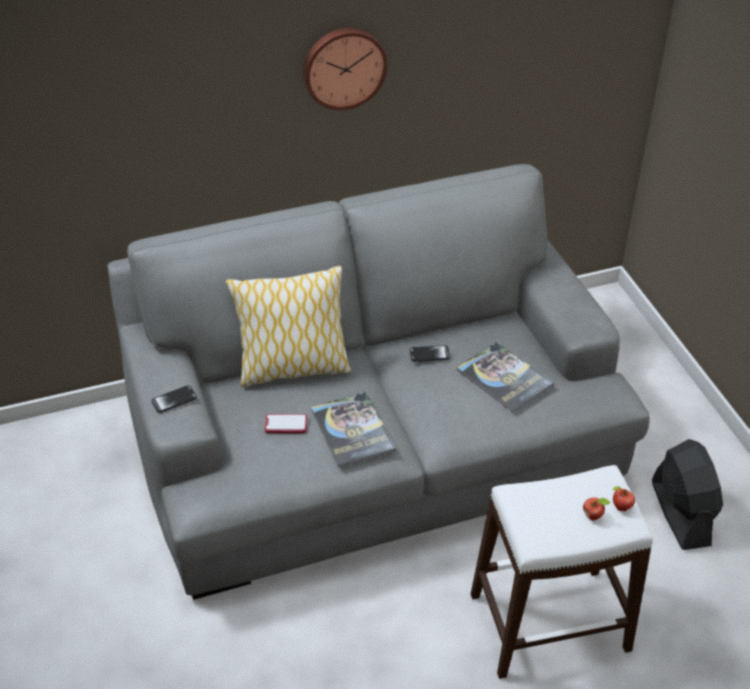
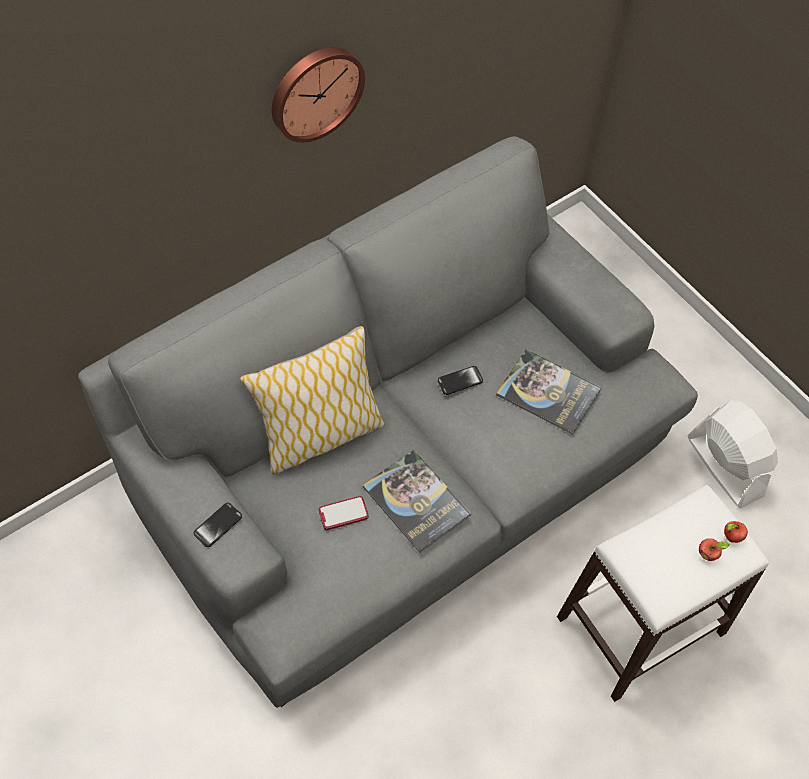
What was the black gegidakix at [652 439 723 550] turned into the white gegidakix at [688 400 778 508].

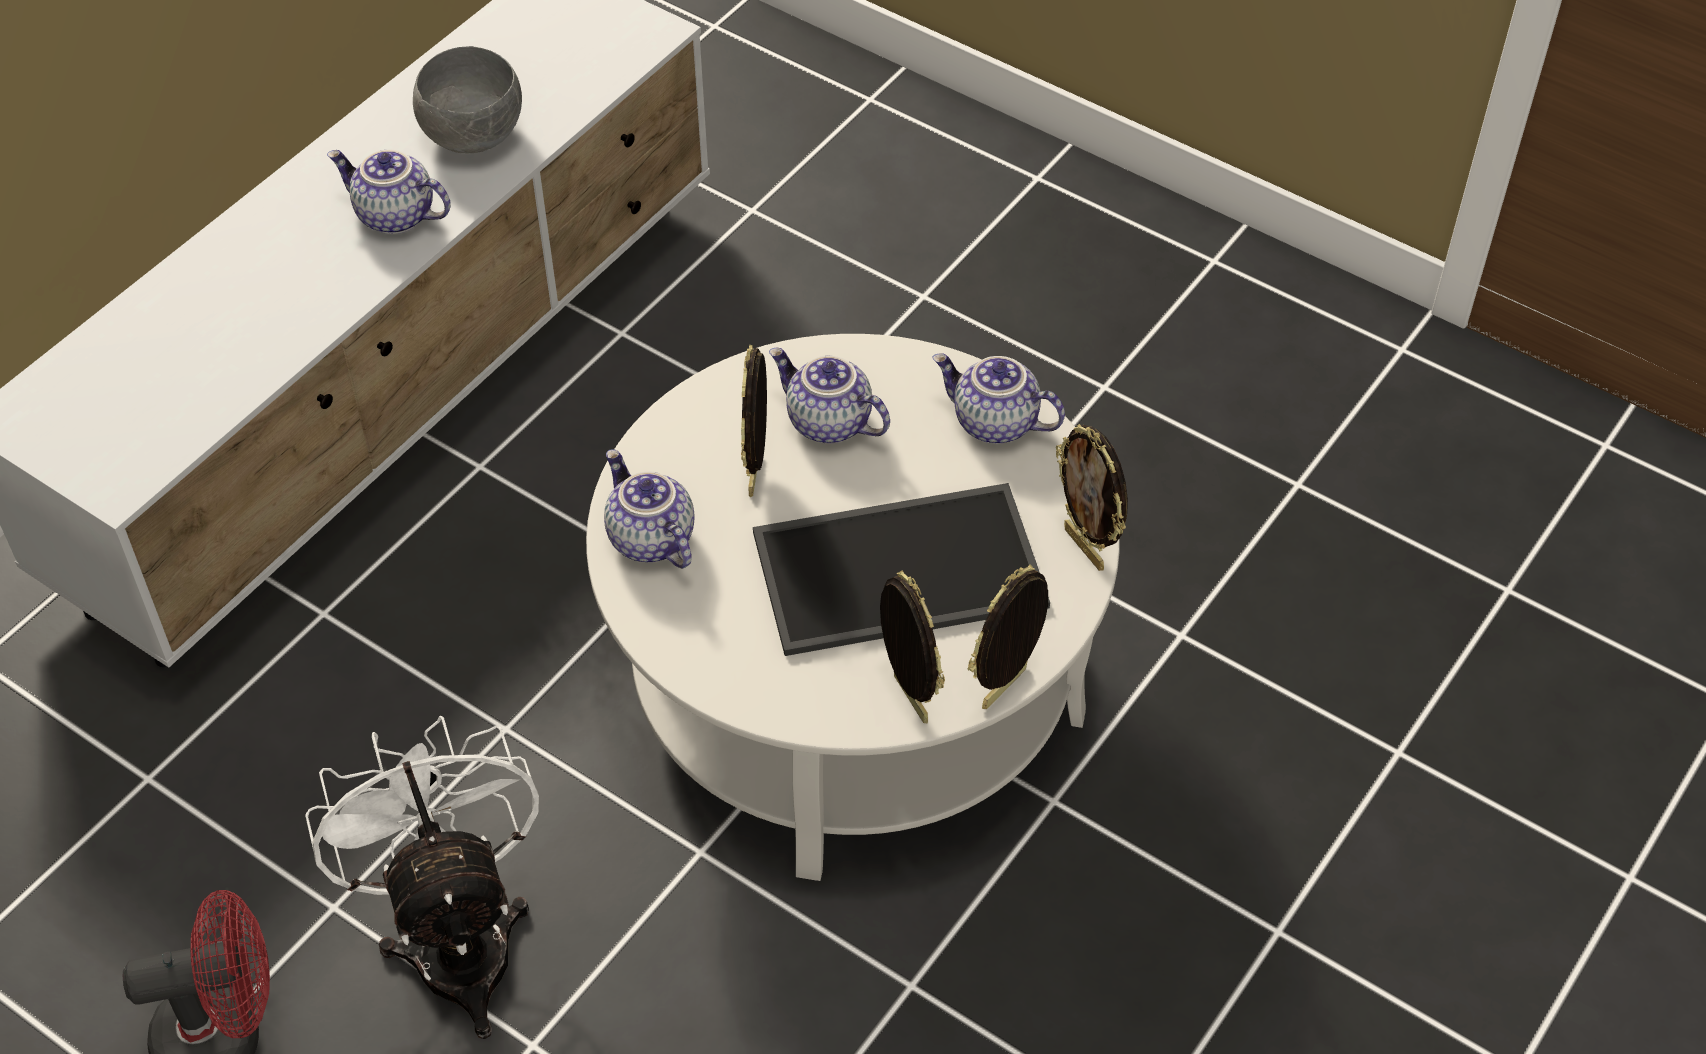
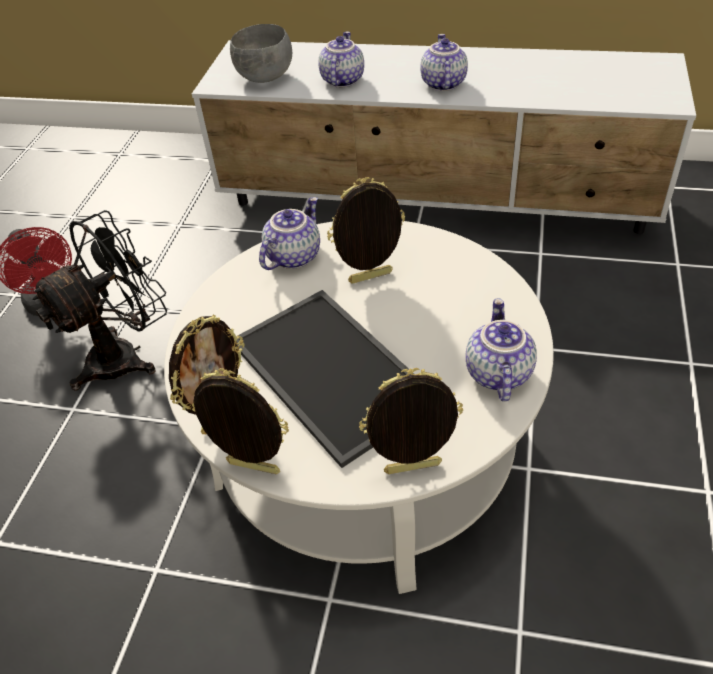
What was the white gegidakix at [305 716 539 1039] turned into the black gegidakix at [32 210 167 391].
The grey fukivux ended up elsewhere, having gone from [413 46 522 154] to [230 24 292 83].
The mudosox ended up elsewhere, having gone from [769 347 890 444] to [318 32 364 87].
The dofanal at [1056 424 1128 571] ended up facing another way, 45 degrees clockwise from before.

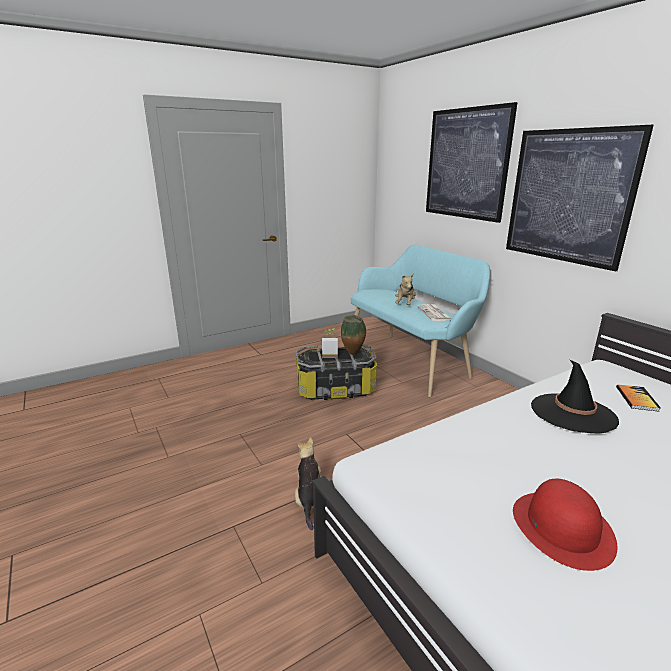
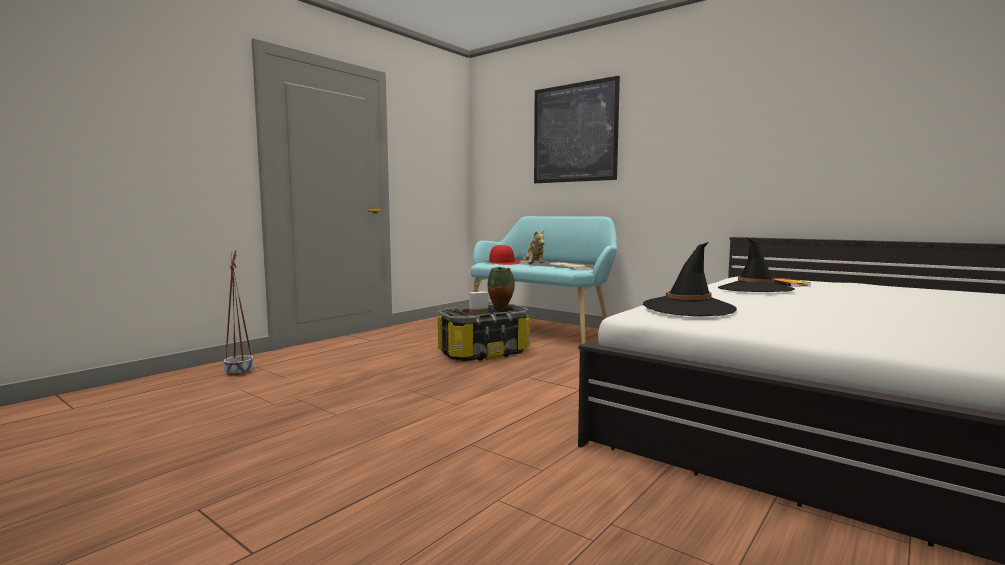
The second view lost the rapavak at [295 437 322 530].
The second view lost the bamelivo at [506 125 654 272].
The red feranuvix ended up elsewhere, having gone from [513 479 617 571] to [484 245 520 265].
The second view gained the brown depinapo at [224 250 254 376].
The second view gained the black feranuvix at [643 242 737 316].

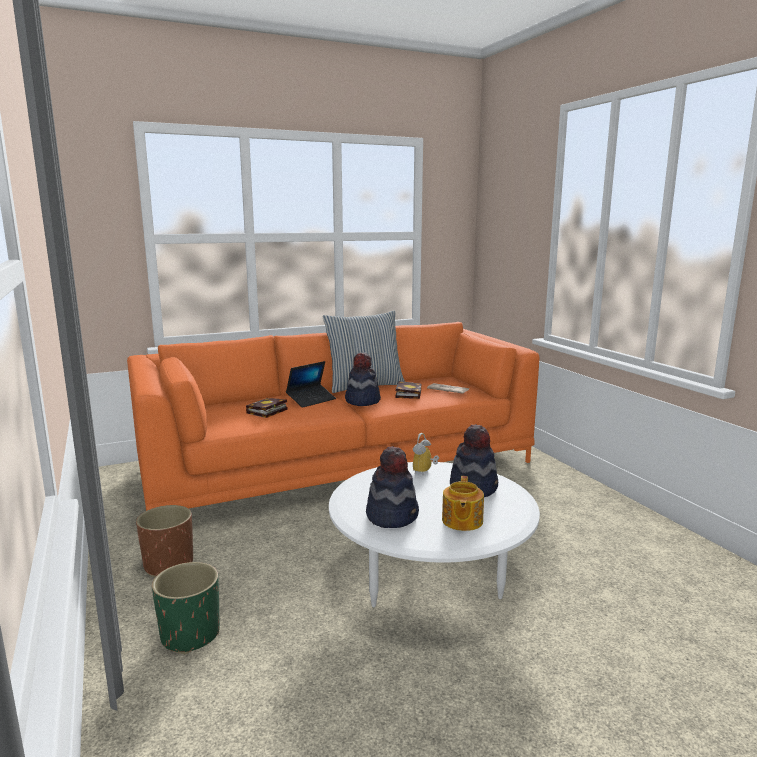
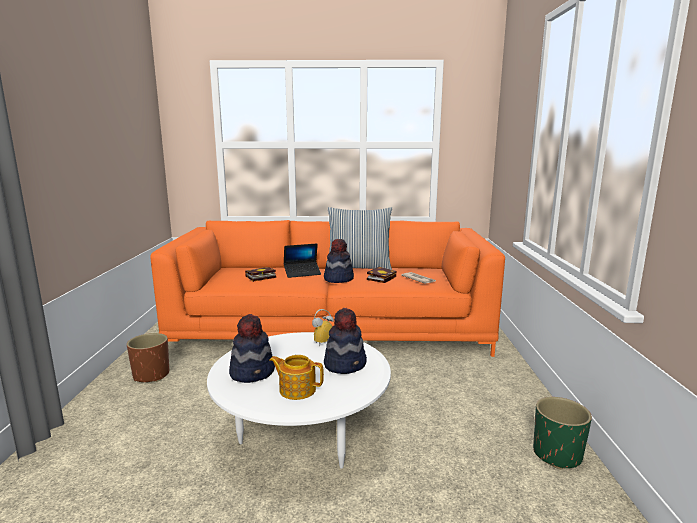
The green depinapo ended up elsewhere, having gone from [152 562 220 654] to [533 397 592 470].
The mudosox at [442 476 484 531] ended up facing another way, 75 degrees clockwise from before.

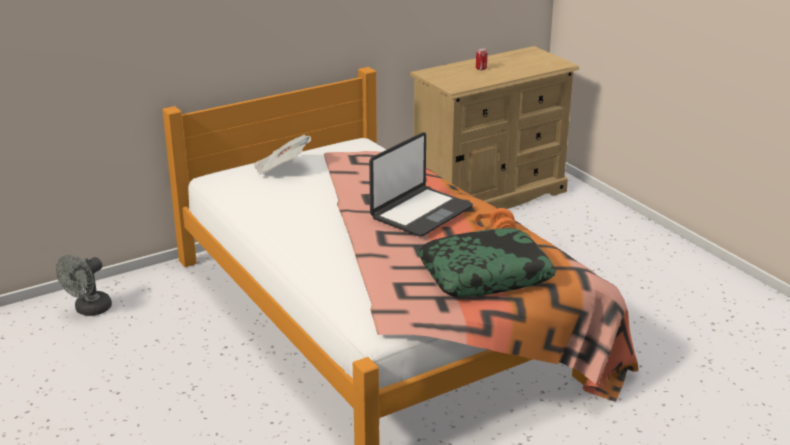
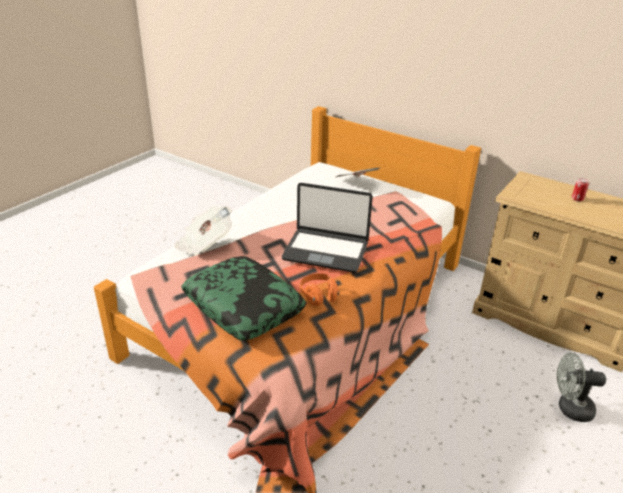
The grey gegidakix ended up elsewhere, having gone from [56 254 112 316] to [557 353 606 422].
The second view gained the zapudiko at [175 206 232 256].

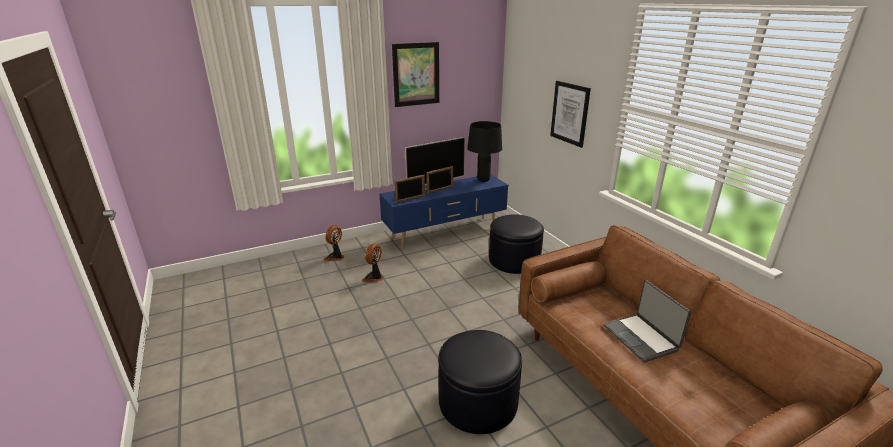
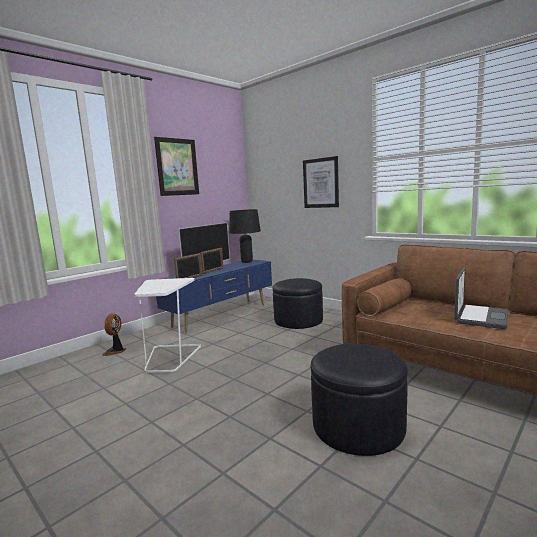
Where the gegidakix stood at [362 243 384 282], the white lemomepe came to stand at [135 278 201 373].
The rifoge at [604 280 691 362] ended up facing another way, 105 degrees counterclockwise from before.

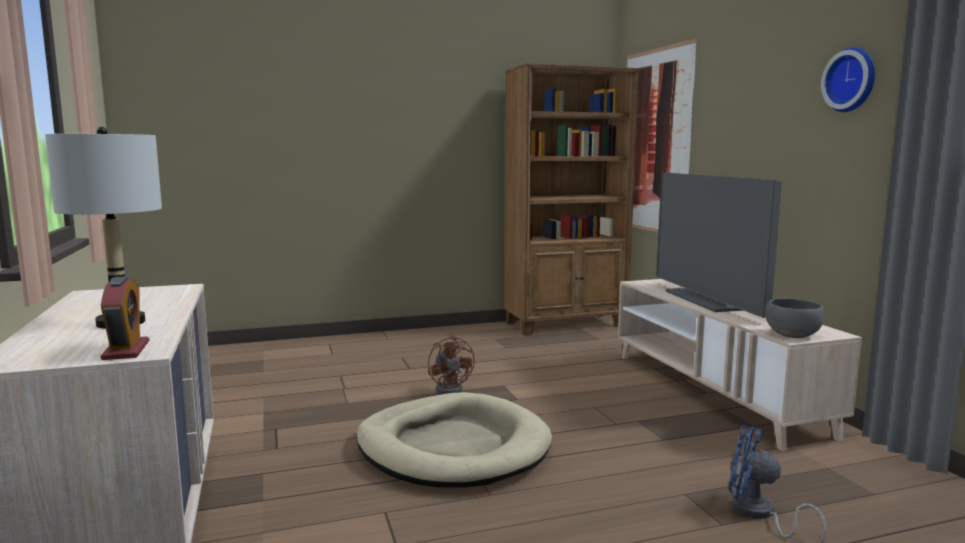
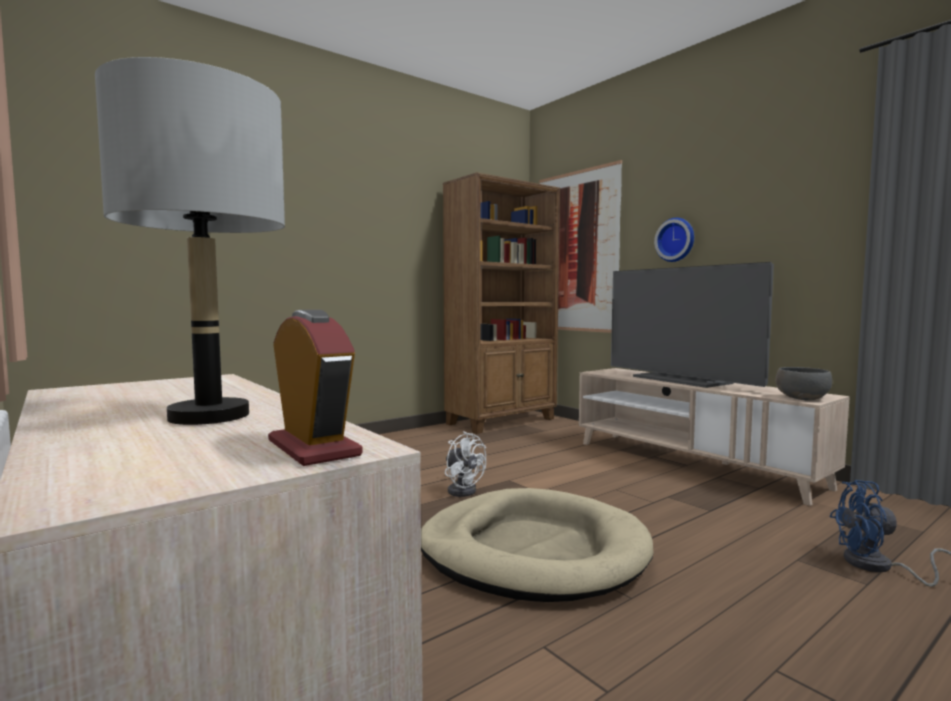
What was the brown gegidakix at [428 335 475 394] turned into the white gegidakix at [445 431 486 497].
The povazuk ended up elsewhere, having gone from [821 47 875 112] to [654 218 694 262].

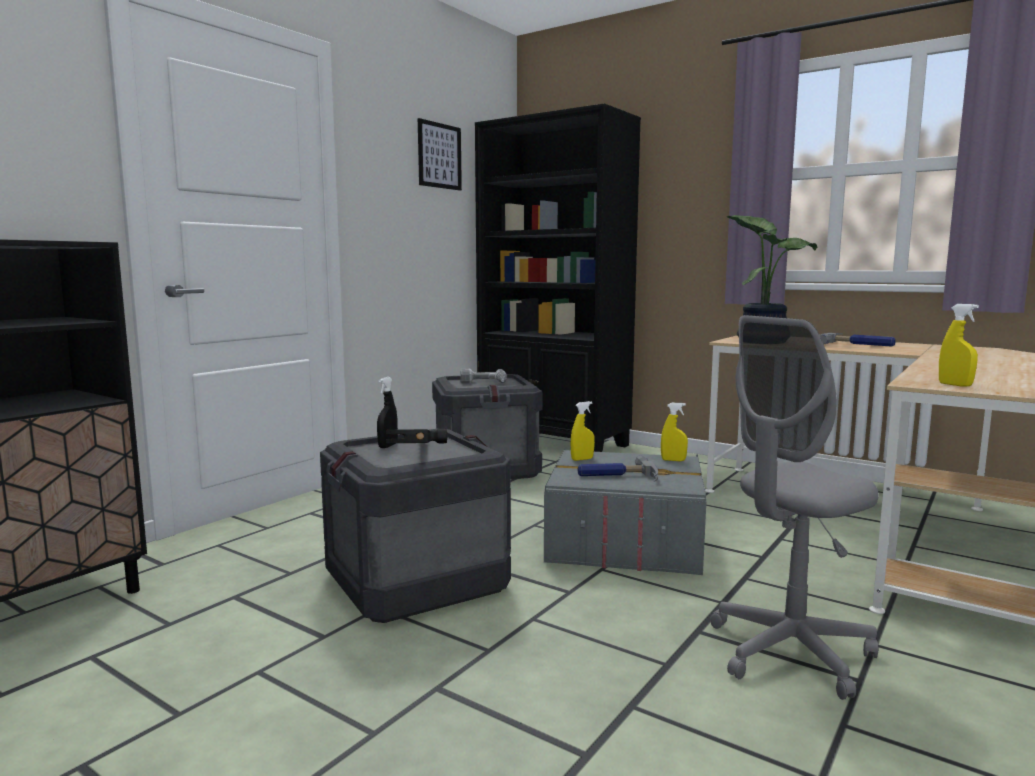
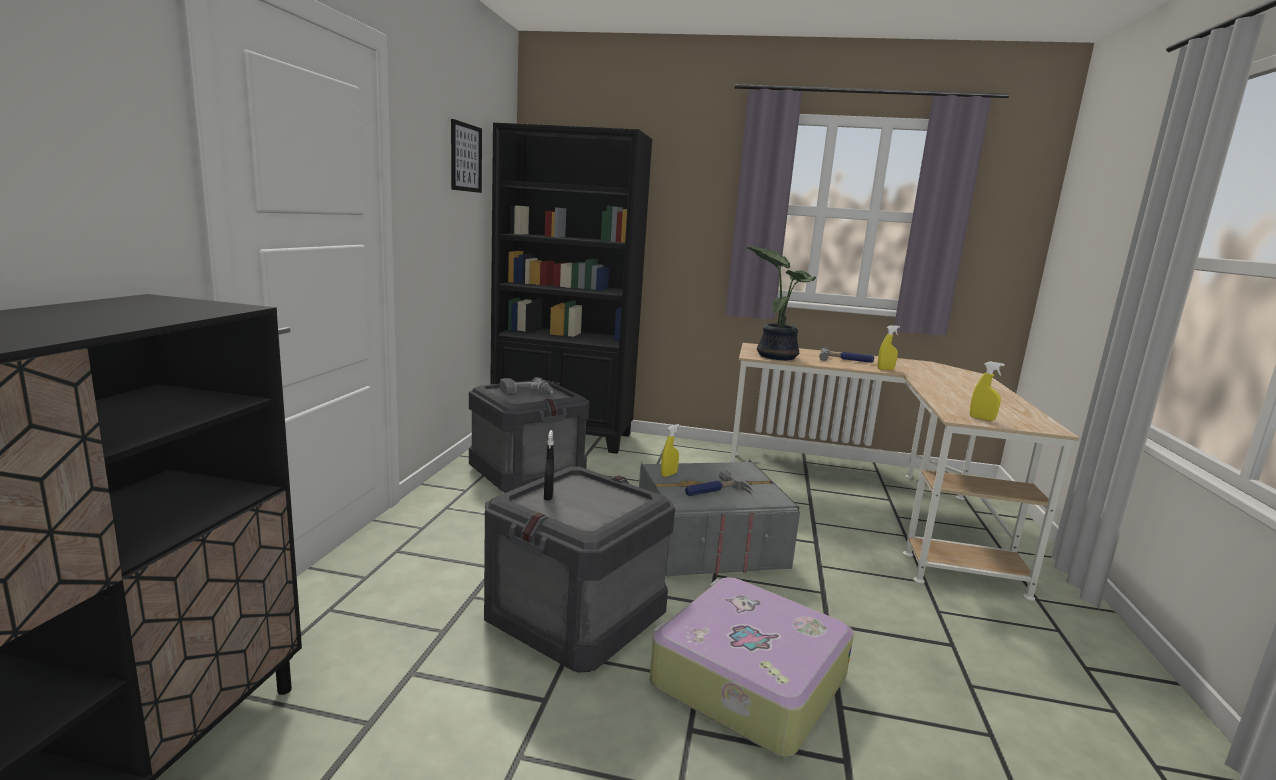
The second view lost the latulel at [386 429 447 443].
The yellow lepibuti ended up elsewhere, having gone from [661 403 688 461] to [877 325 900 370].
The second view lost the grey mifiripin at [710 315 879 700].
The second view gained the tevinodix at [650 577 854 757].

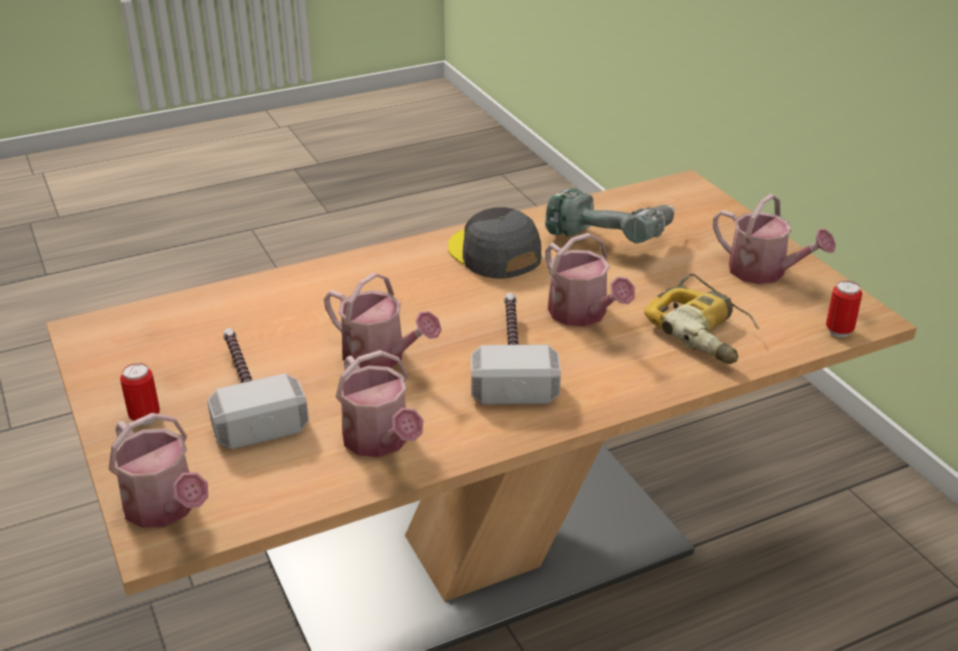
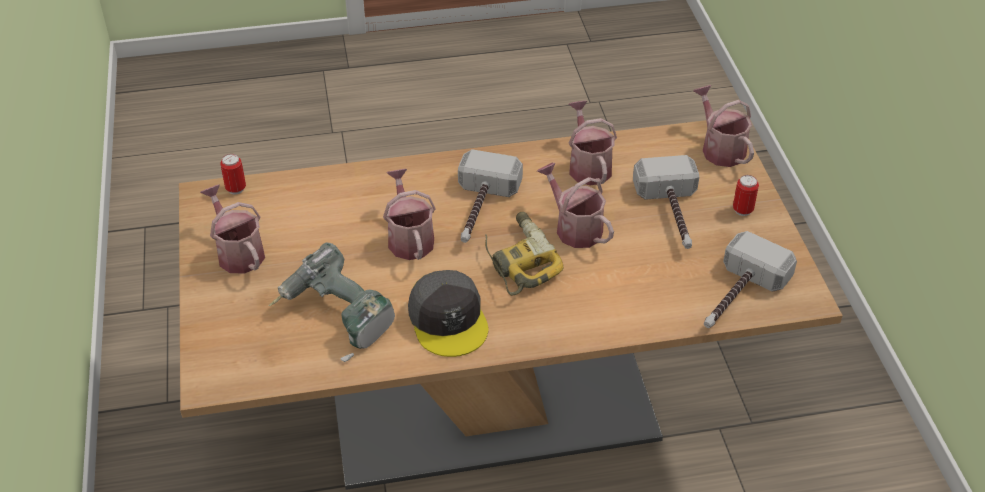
The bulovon ended up elsewhere, having gone from [644 274 759 364] to [485 212 564 296].
The second view gained the latulel at [704 231 797 328].

